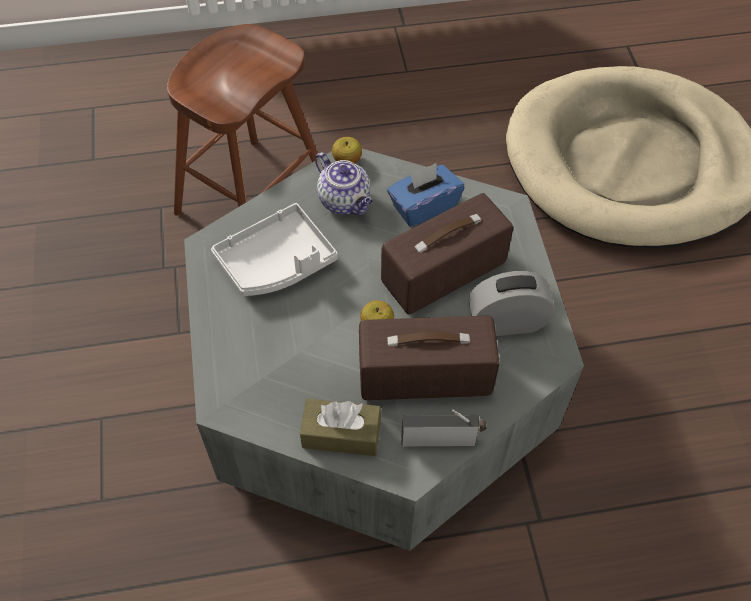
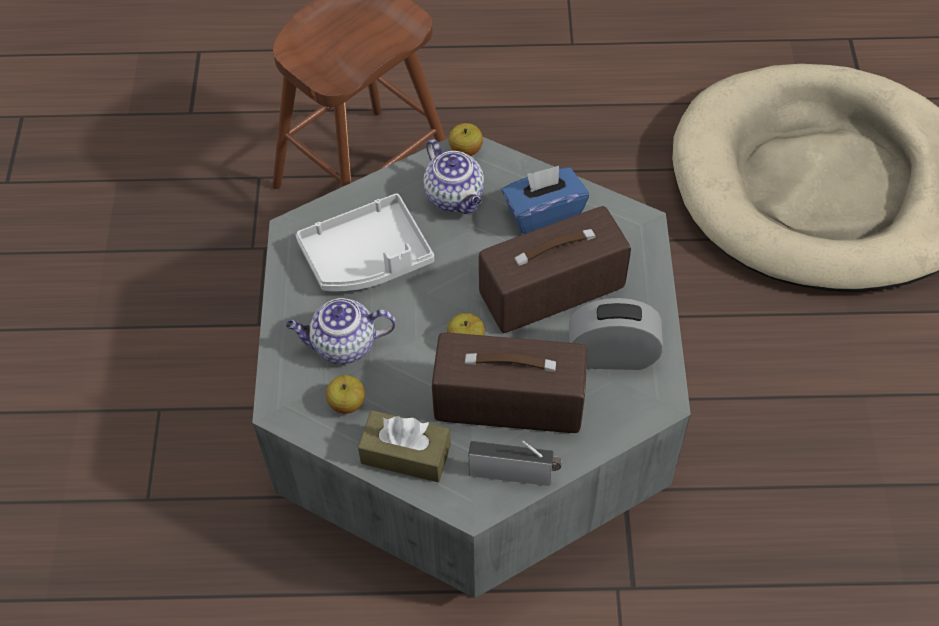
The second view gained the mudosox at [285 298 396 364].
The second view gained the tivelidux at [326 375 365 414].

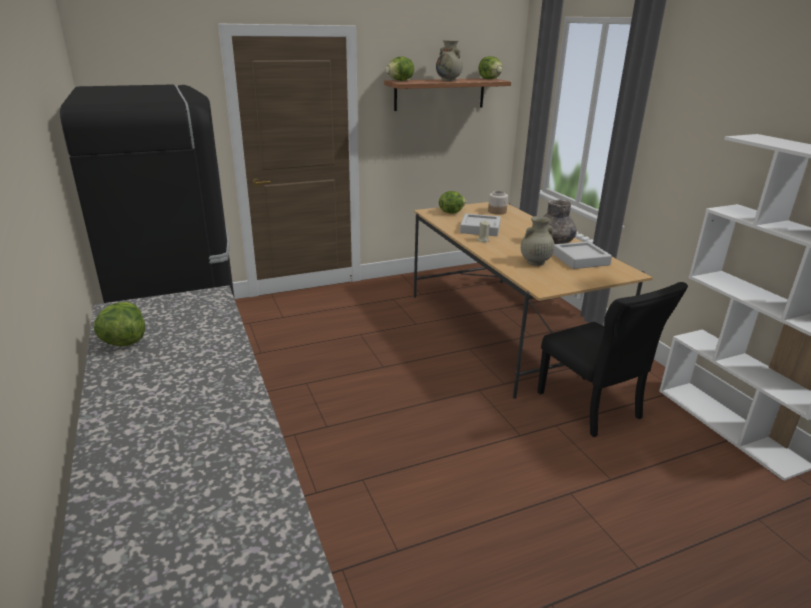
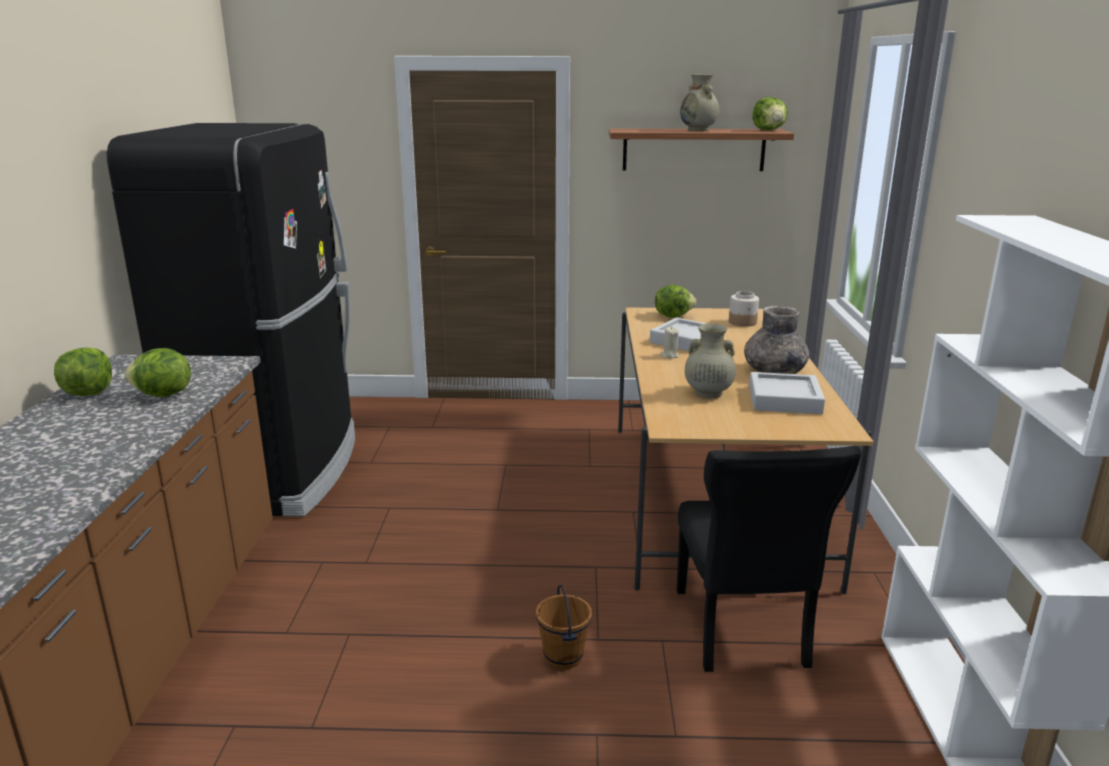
The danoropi ended up elsewhere, having gone from [386 56 414 81] to [124 348 191 397].
The second view gained the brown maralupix at [536 584 592 669].

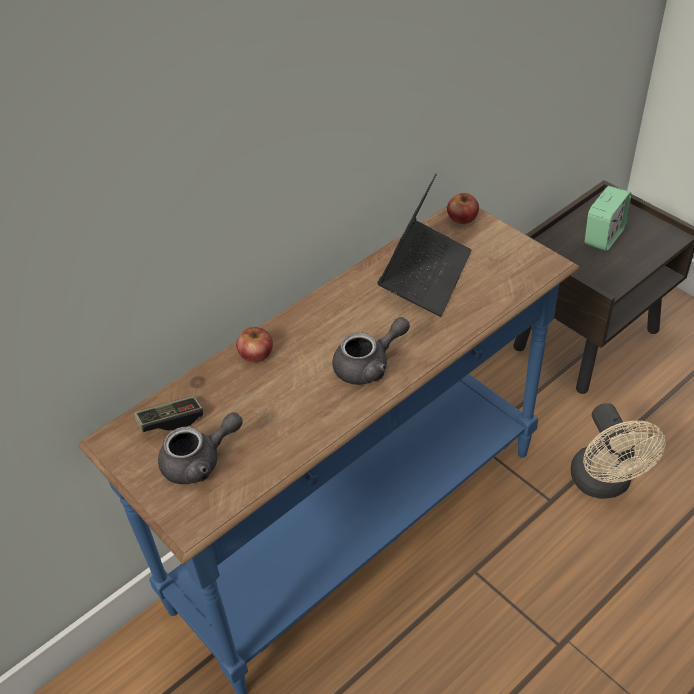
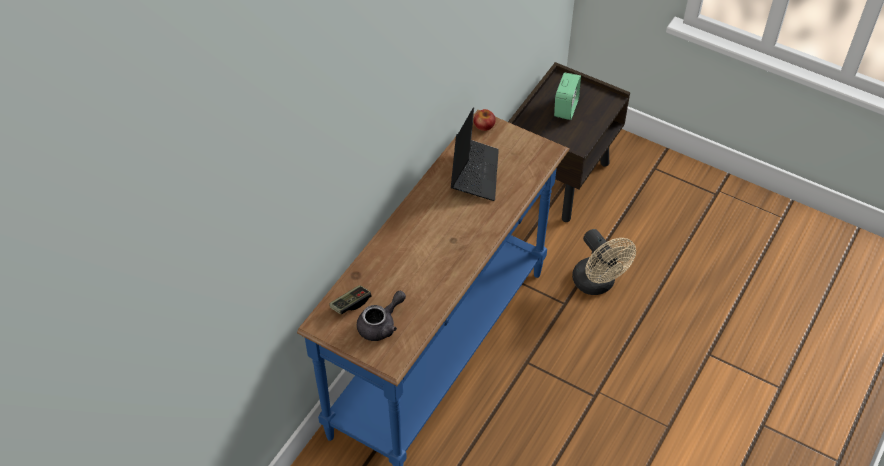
The second view lost the tivelidux at [236 327 273 363].
The second view lost the grey mudosox at [332 317 410 385].

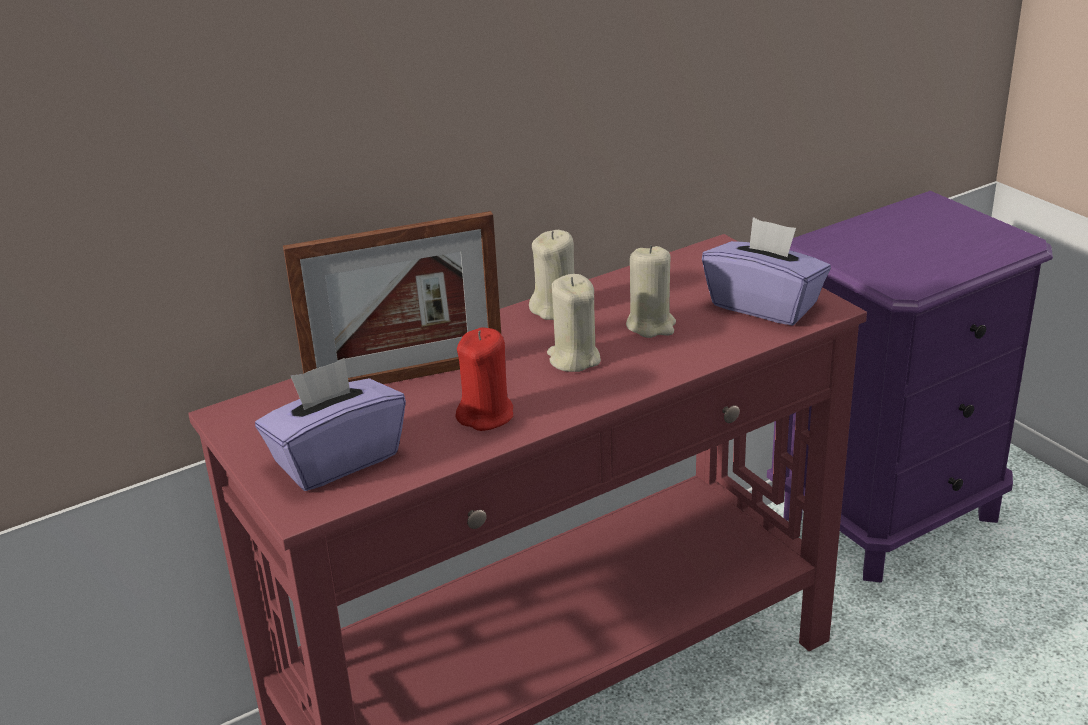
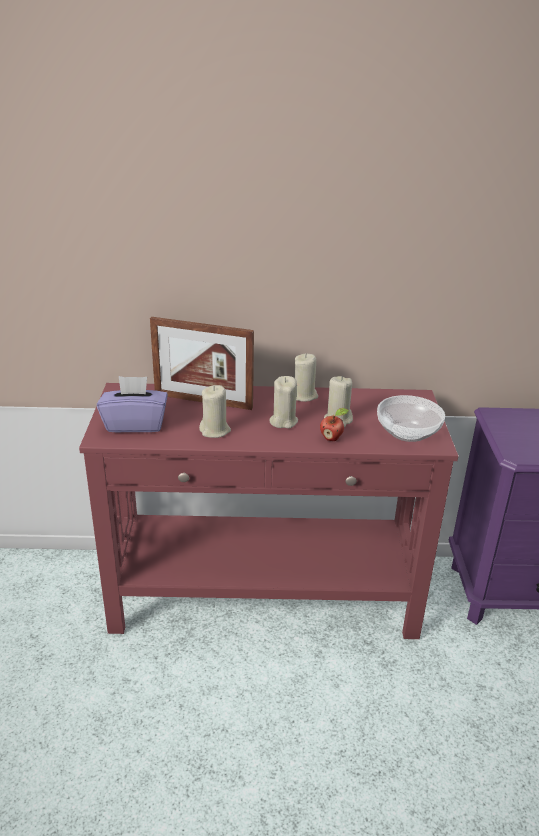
What was the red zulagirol at [456 327 513 431] turned into the beige zulagirol at [199 385 231 438].
Where the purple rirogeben stood at [702 217 831 326], the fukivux came to stand at [377 395 445 442].
The second view gained the tivelidux at [320 408 349 441].

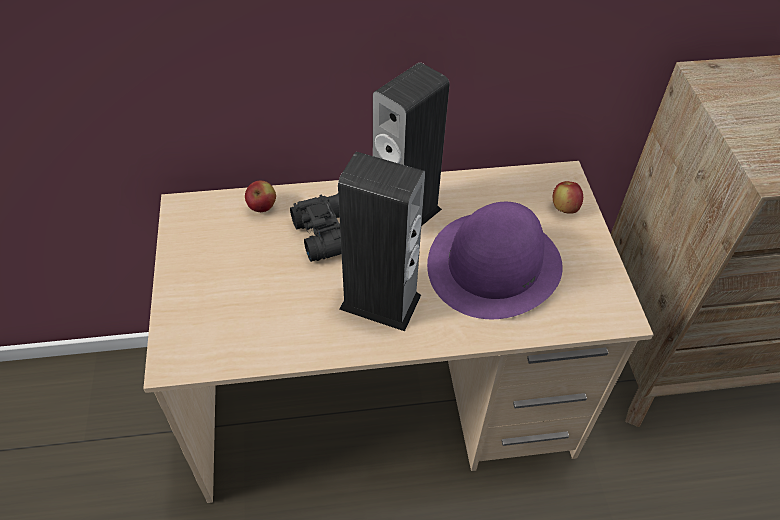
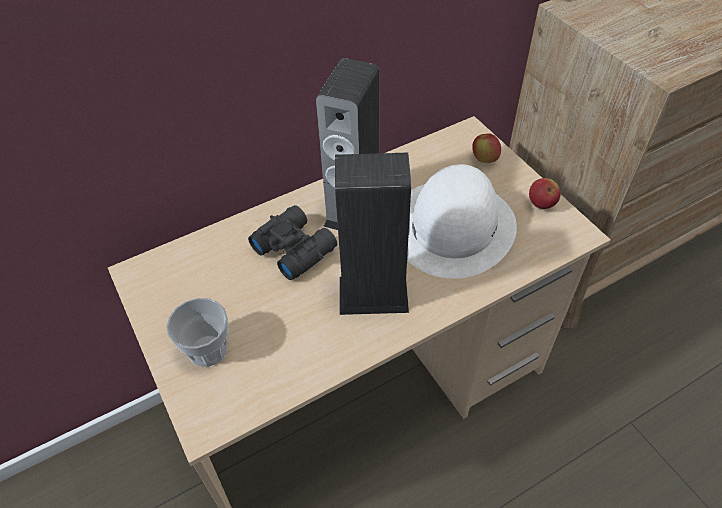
The tivelidux ended up elsewhere, having gone from [245 181 276 212] to [529 178 561 209].
What was the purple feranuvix at [427 202 563 319] turned into the white feranuvix at [408 164 517 279].
The second view gained the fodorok at [166 298 228 367].

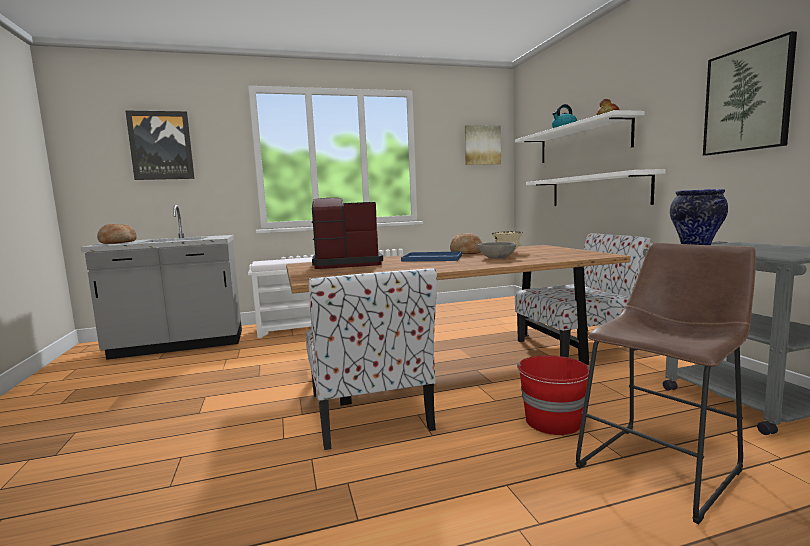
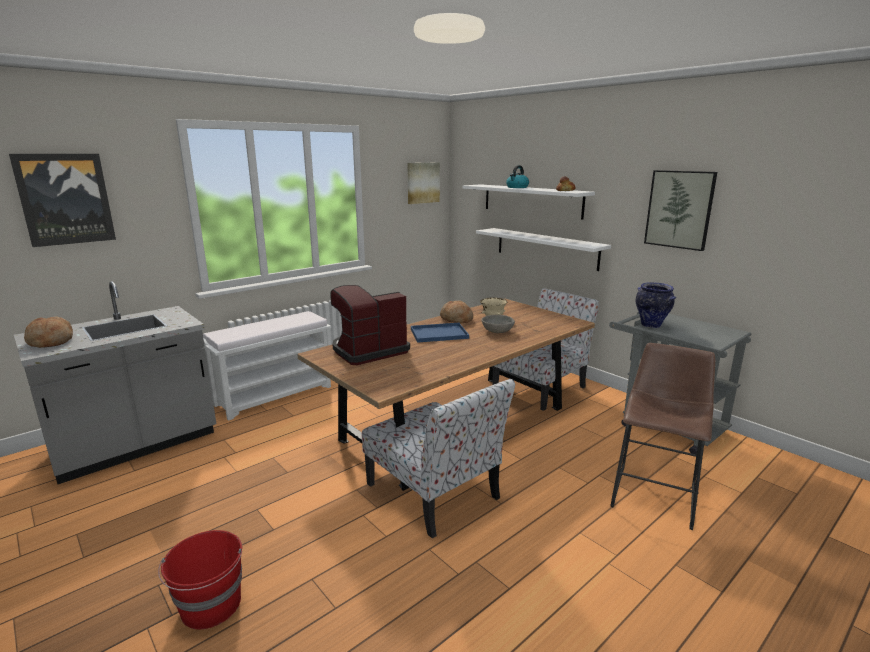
The red maralupix ended up elsewhere, having gone from [517 355 590 435] to [158 530 242 629].

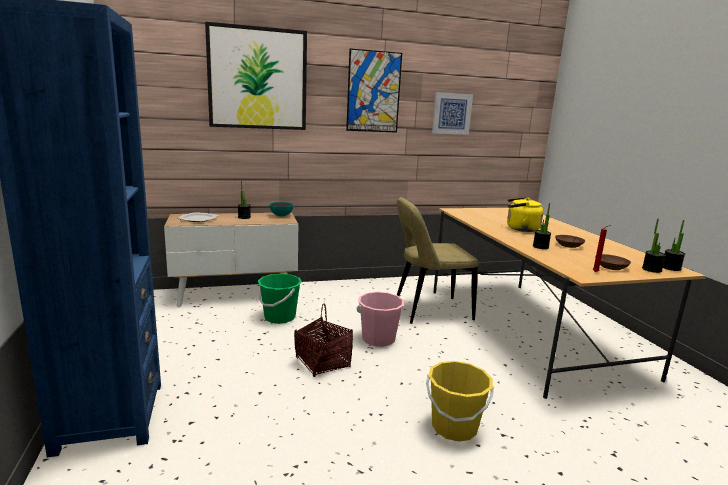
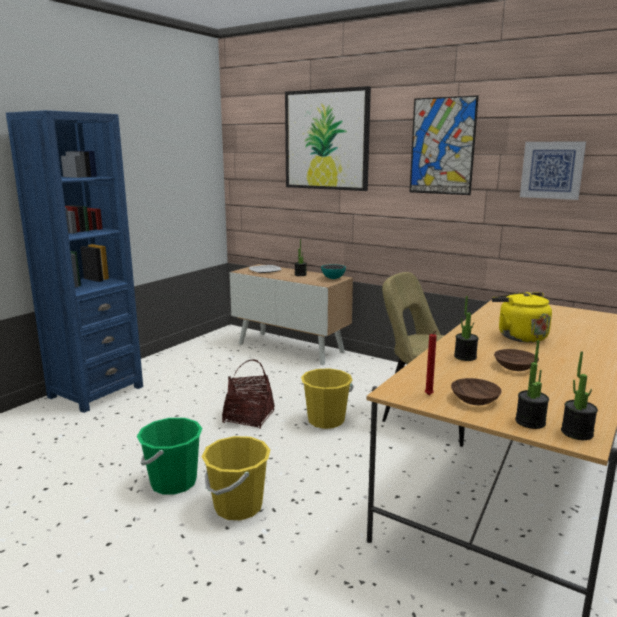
The green maralupix ended up elsewhere, having gone from [258 274 302 324] to [137 418 202 495].
What was the pink maralupix at [357 292 404 347] turned into the yellow maralupix at [301 368 354 429].

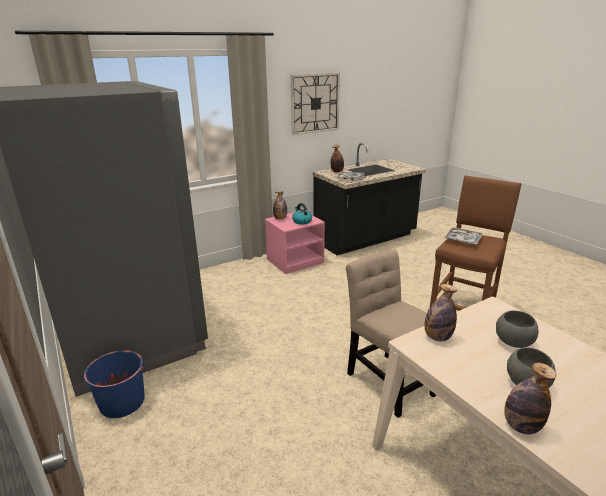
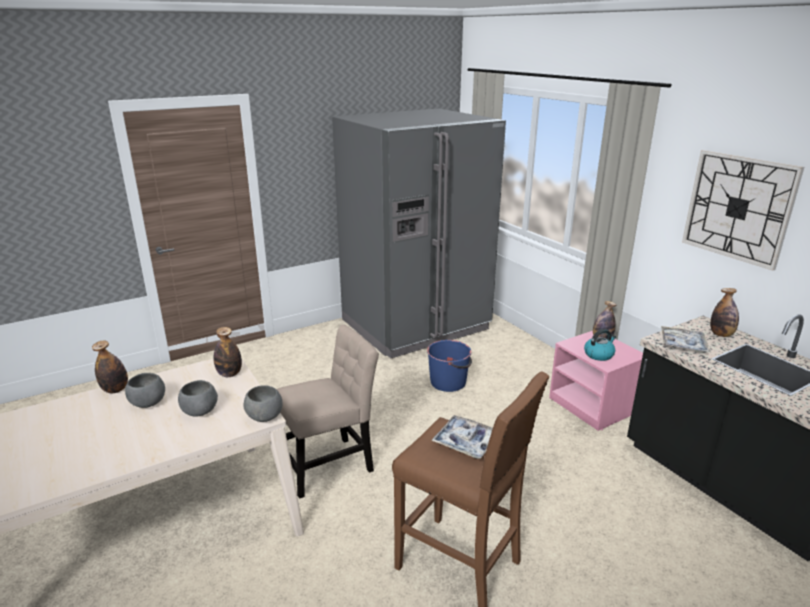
The blue maralupix ended up elsewhere, having gone from [84 350 147 418] to [427 340 472 392].
The second view gained the grey fukivux at [244 385 283 422].

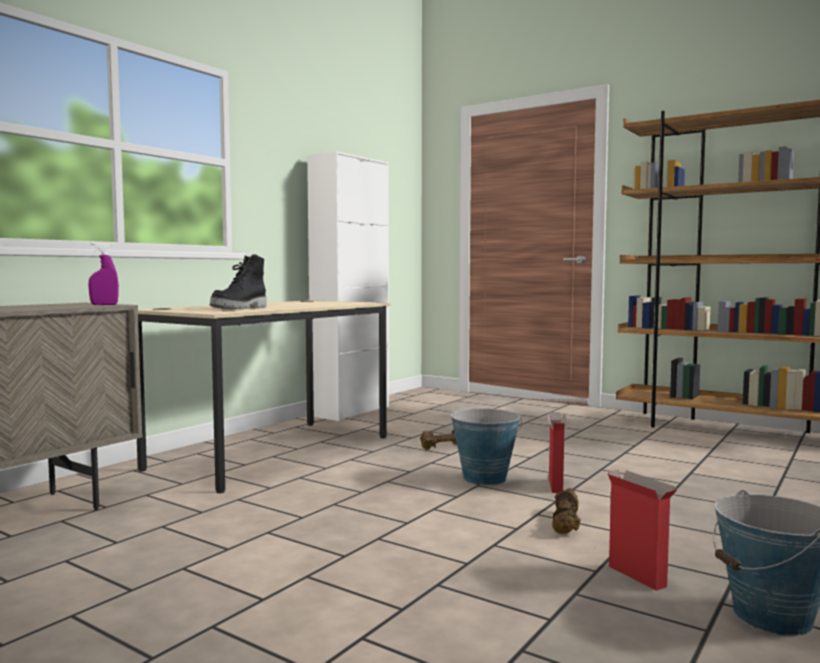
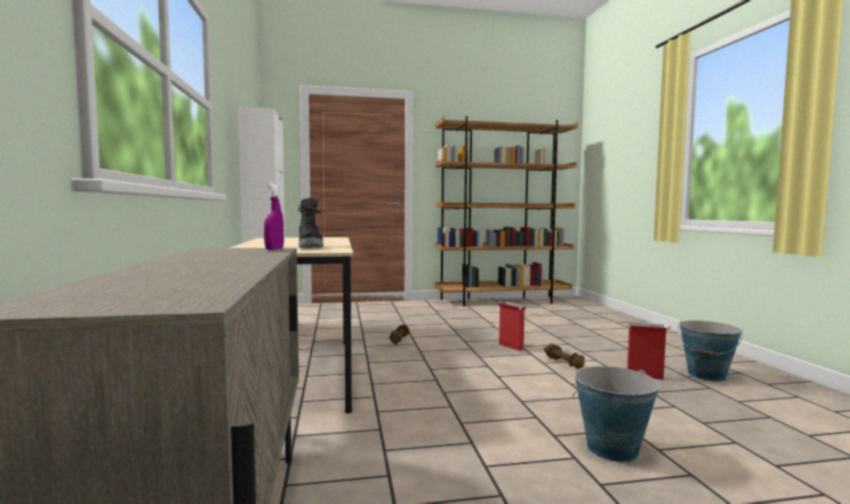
The maralupix ended up elsewhere, having gone from [451 409 522 486] to [572 366 659 462].

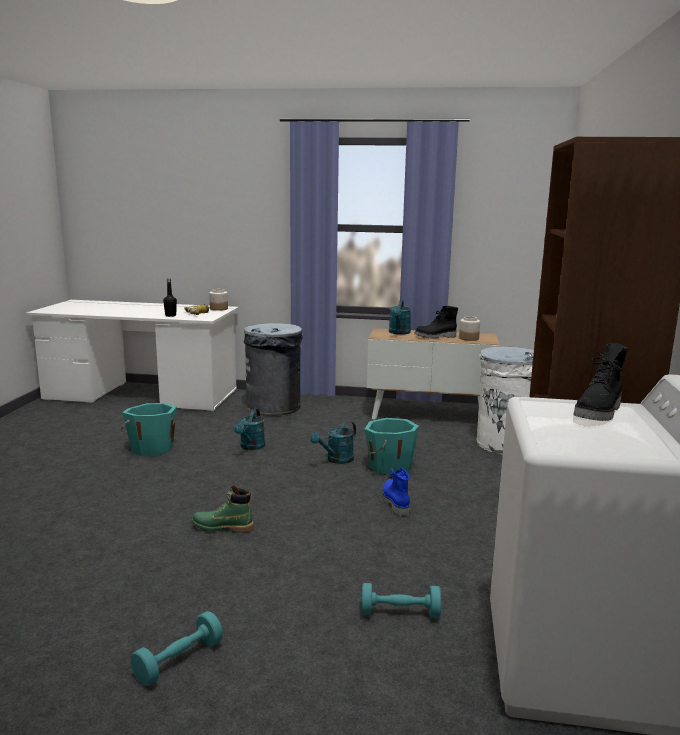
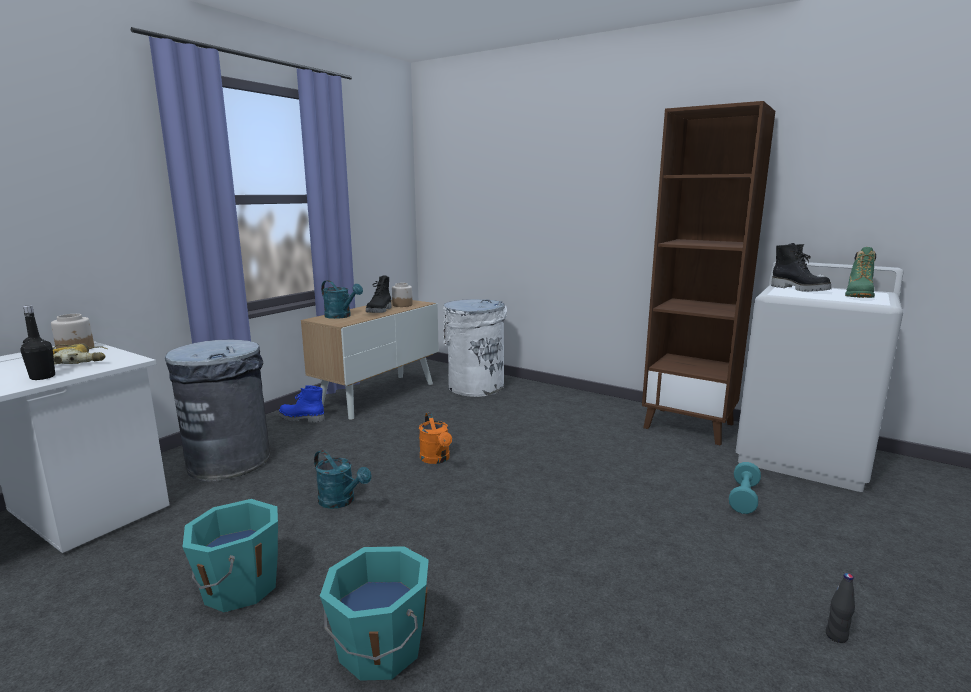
Where the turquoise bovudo stood at [131 611 223 686], the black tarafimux came to stand at [825 573 855 643].
The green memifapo ended up elsewhere, having gone from [191 485 254 533] to [845 247 876 298].
What was the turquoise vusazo at [310 421 356 464] turned into the orange vusazo at [419 413 452 464].
The turquoise maralupix ended up elsewhere, having gone from [365 418 419 475] to [320 546 429 681].
The blue memifapo ended up elsewhere, having gone from [382 468 410 516] to [279 385 325 423].

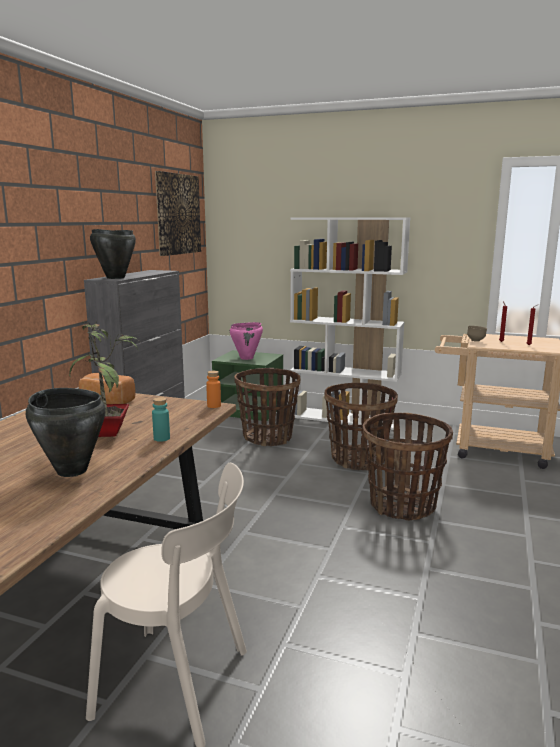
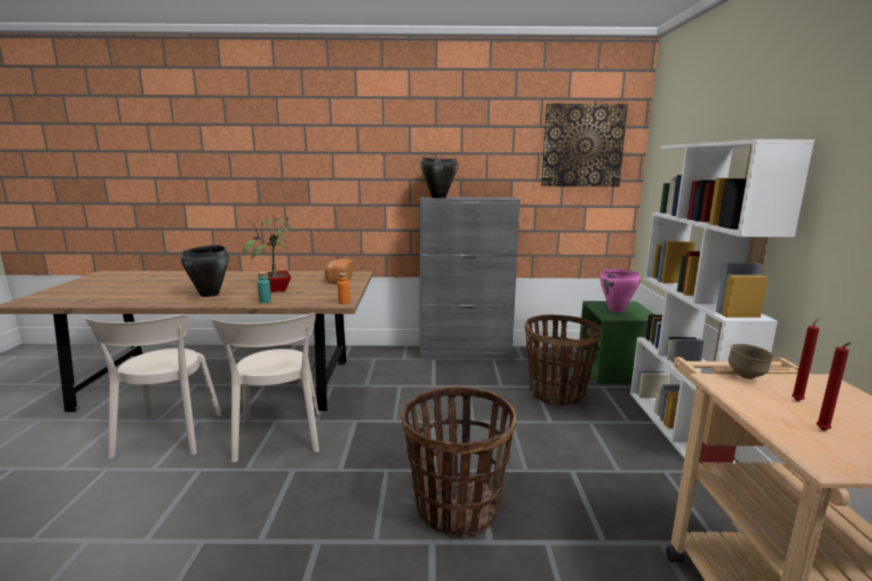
The second view lost the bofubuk at [324 383 398 471].
The second view gained the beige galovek at [212 313 319 463].

